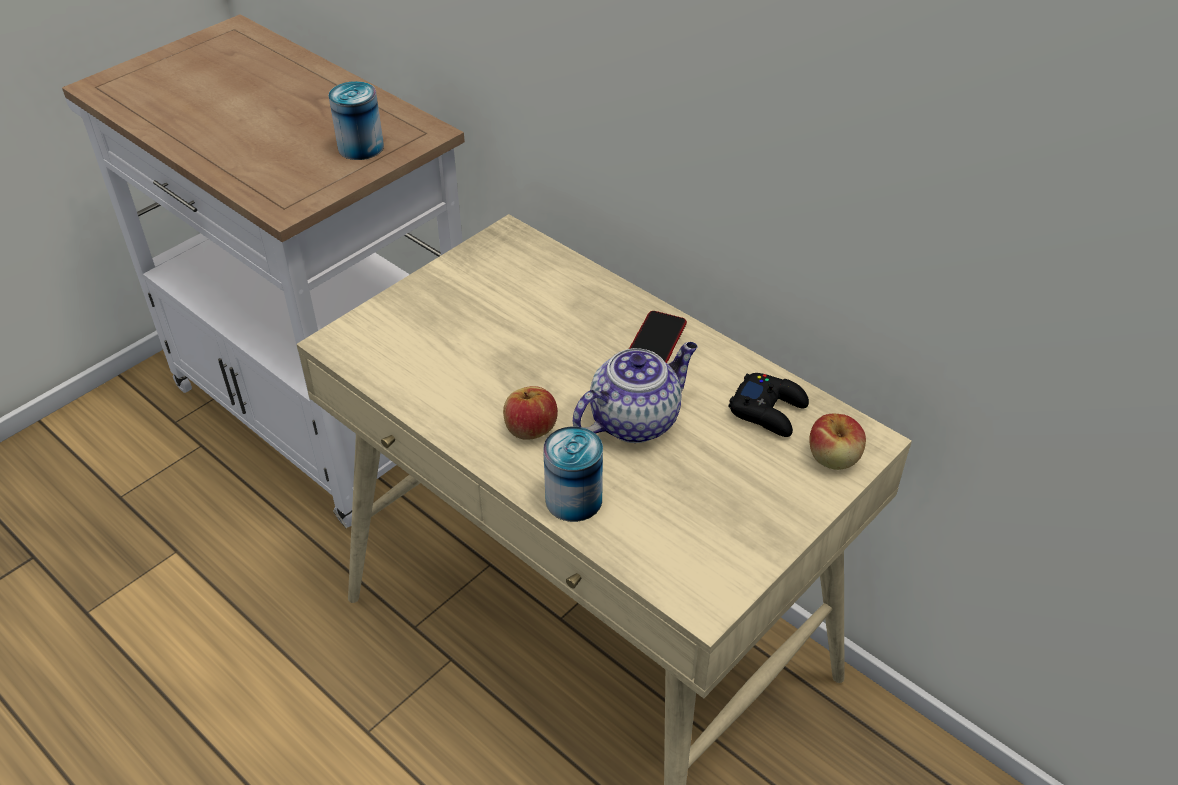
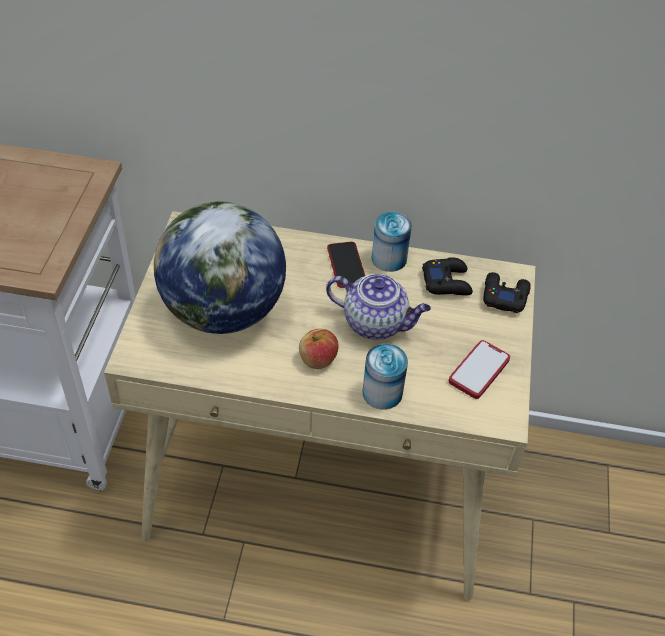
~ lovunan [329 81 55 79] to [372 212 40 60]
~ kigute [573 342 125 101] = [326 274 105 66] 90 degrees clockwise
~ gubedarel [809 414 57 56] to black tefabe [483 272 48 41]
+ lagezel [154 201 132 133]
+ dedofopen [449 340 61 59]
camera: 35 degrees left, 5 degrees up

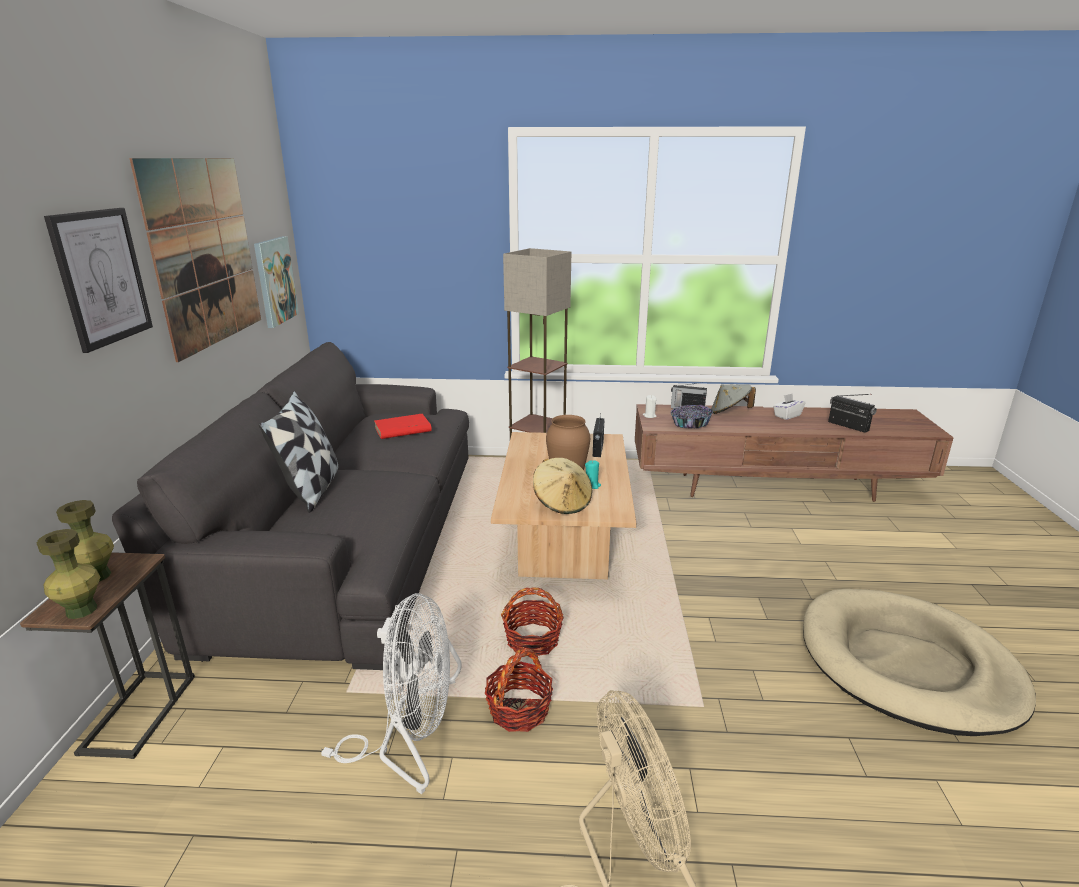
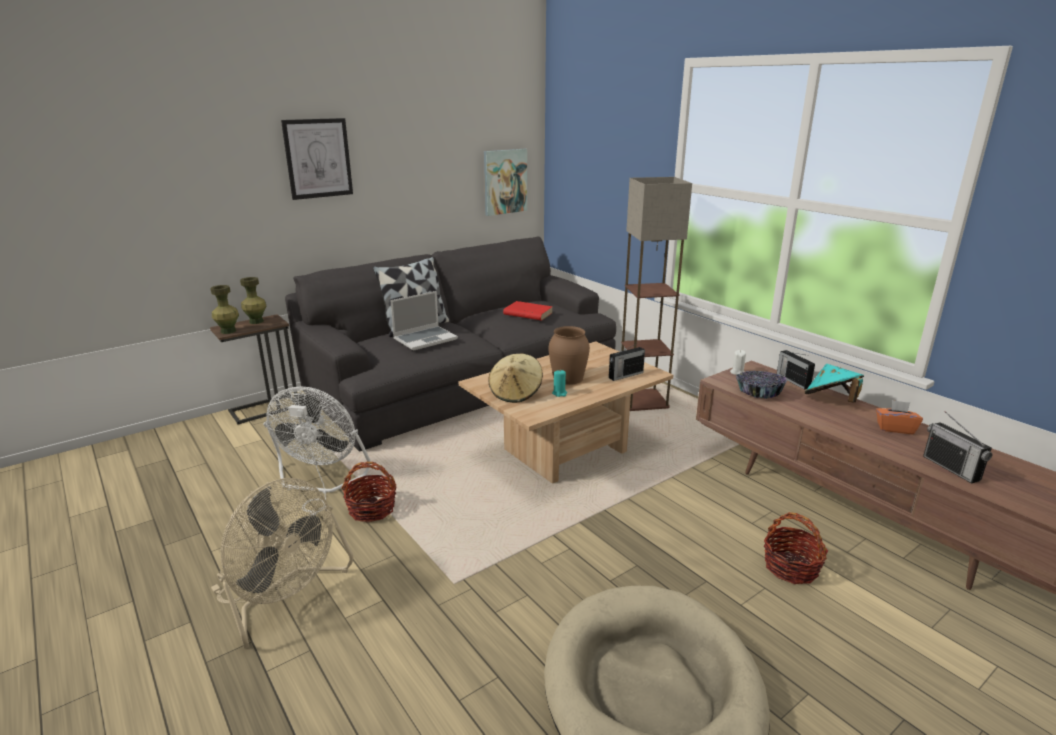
- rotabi [129 158 132 204]
~ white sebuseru [320 593 141 201] = [263 387 108 128] 135 degrees counterclockwise
~ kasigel [501 587 63 69] to [764 512 64 72]
~ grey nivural [711 384 45 30] to turquoise nivural [805 364 59 38]
~ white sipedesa [773 393 32 27] to orange sipedesa [876 400 47 34]
~ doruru [828 394 49 39] = [923 411 69 73] 150 degrees clockwise
+ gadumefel [390 291 68 60]
camera: 50 degrees right, 0 degrees up

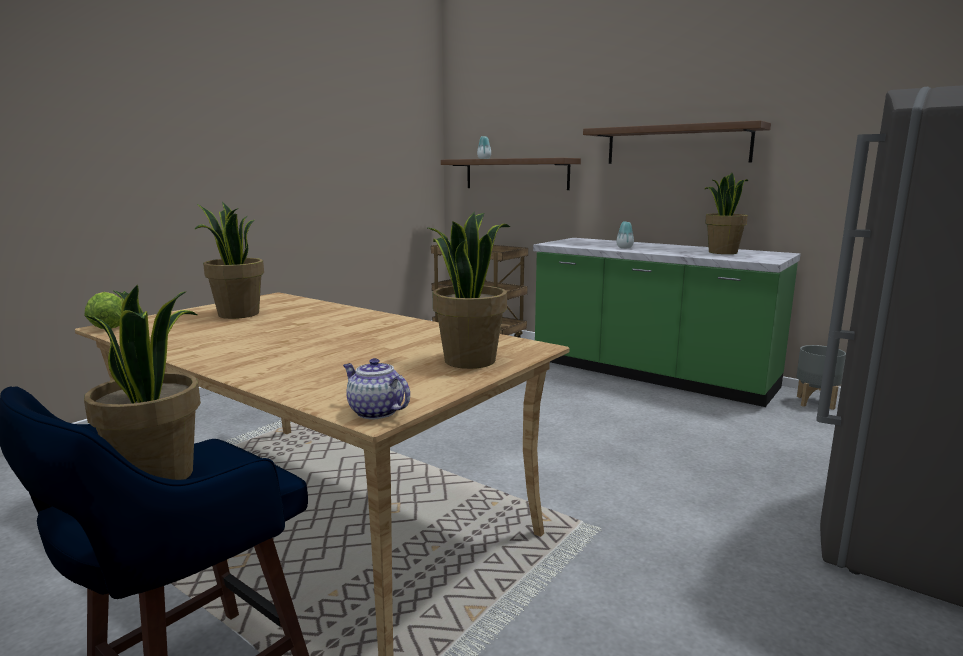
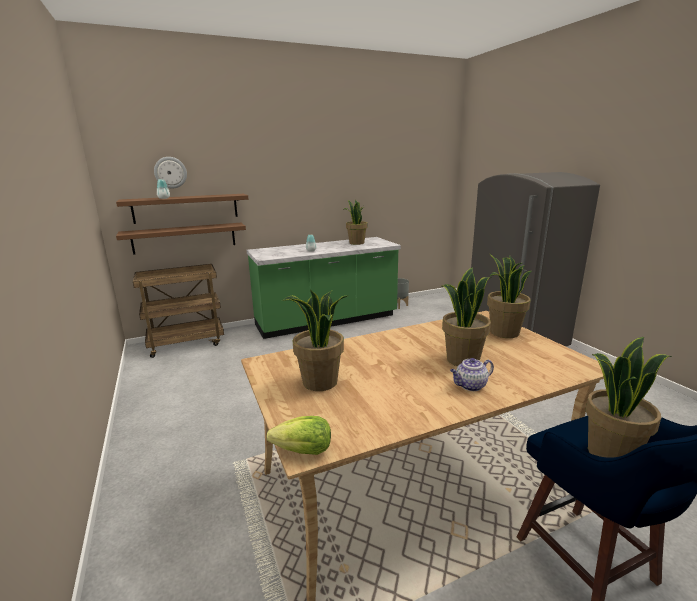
~ kigute [343 358 67 61] to [450 358 44 33]
~ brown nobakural [583 120 188 44] to [116 223 130 32]
+ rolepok [154 157 33 31]
+ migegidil [441 268 50 98]
camera: 60 degrees left, 5 degrees up

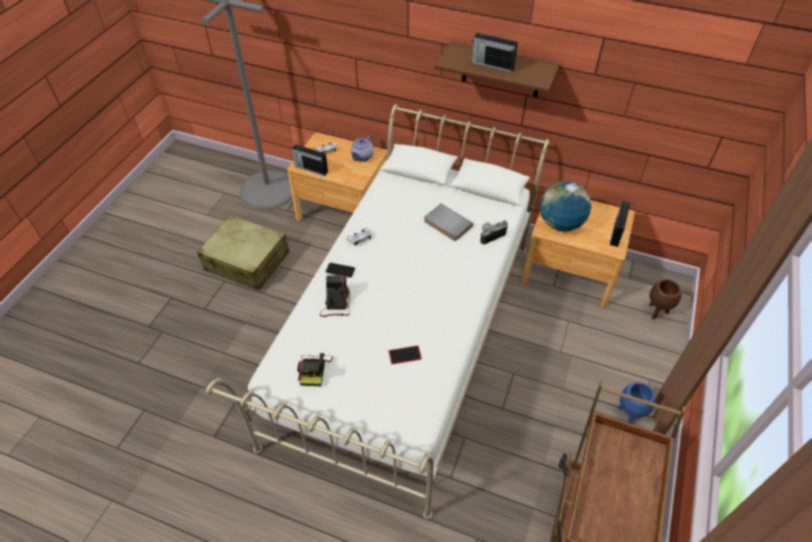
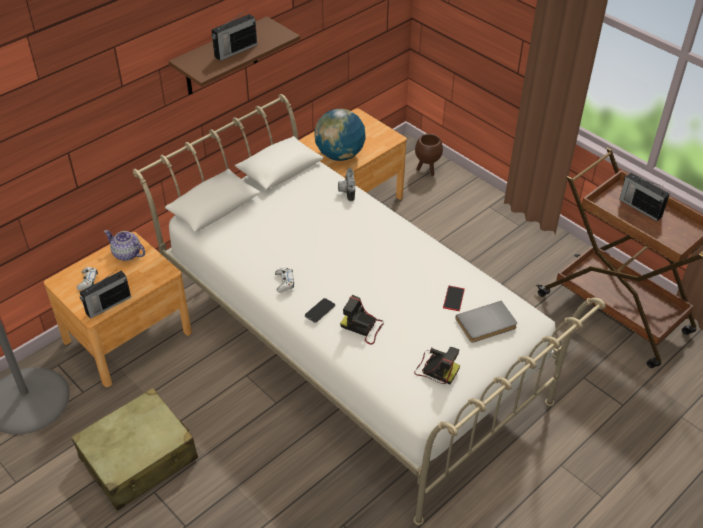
~ kigute [350 135 24 27] = [104 230 41 31] 150 degrees clockwise
~ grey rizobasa [424 204 49 37] to [455 301 62 42]
~ doruru [610 201 20 46] to [619 173 51 48]
- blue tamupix [618 382 38 42]
camera: 65 degrees left, 5 degrees down

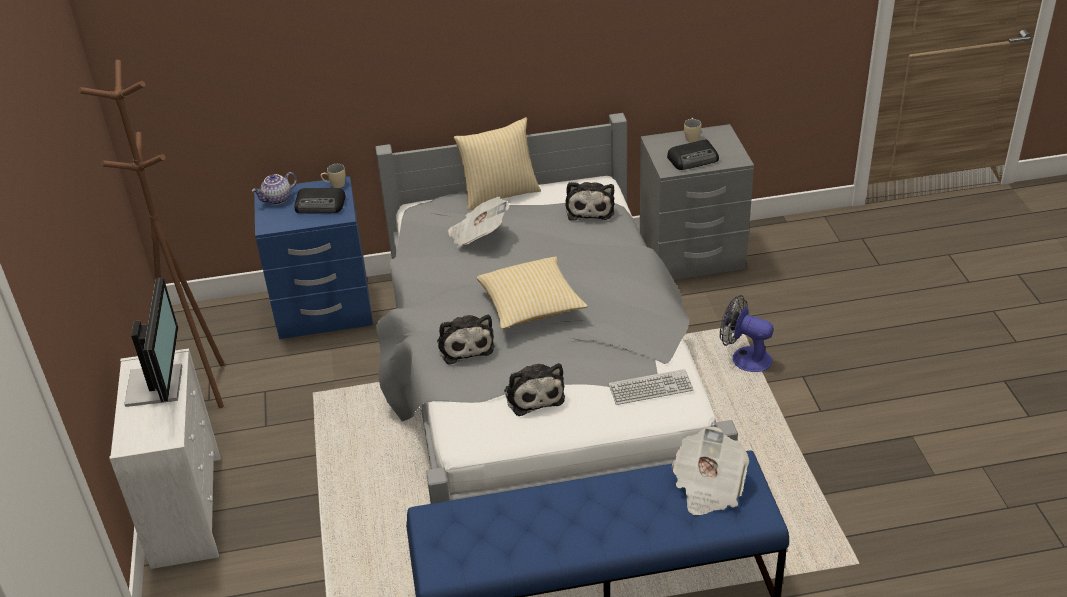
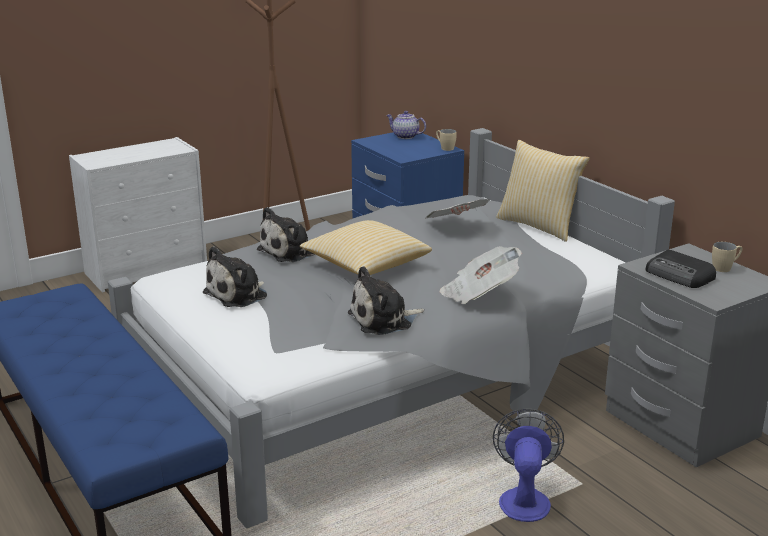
- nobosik [124 277 58 130]
- doruru [294 188 52 25]
~ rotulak [565 182 50 39] to [348 266 76 69]
- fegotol [609 369 85 36]
~ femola [672 427 77 88] to [440 246 82 58]
camera: 65 degrees right, 15 degrees down

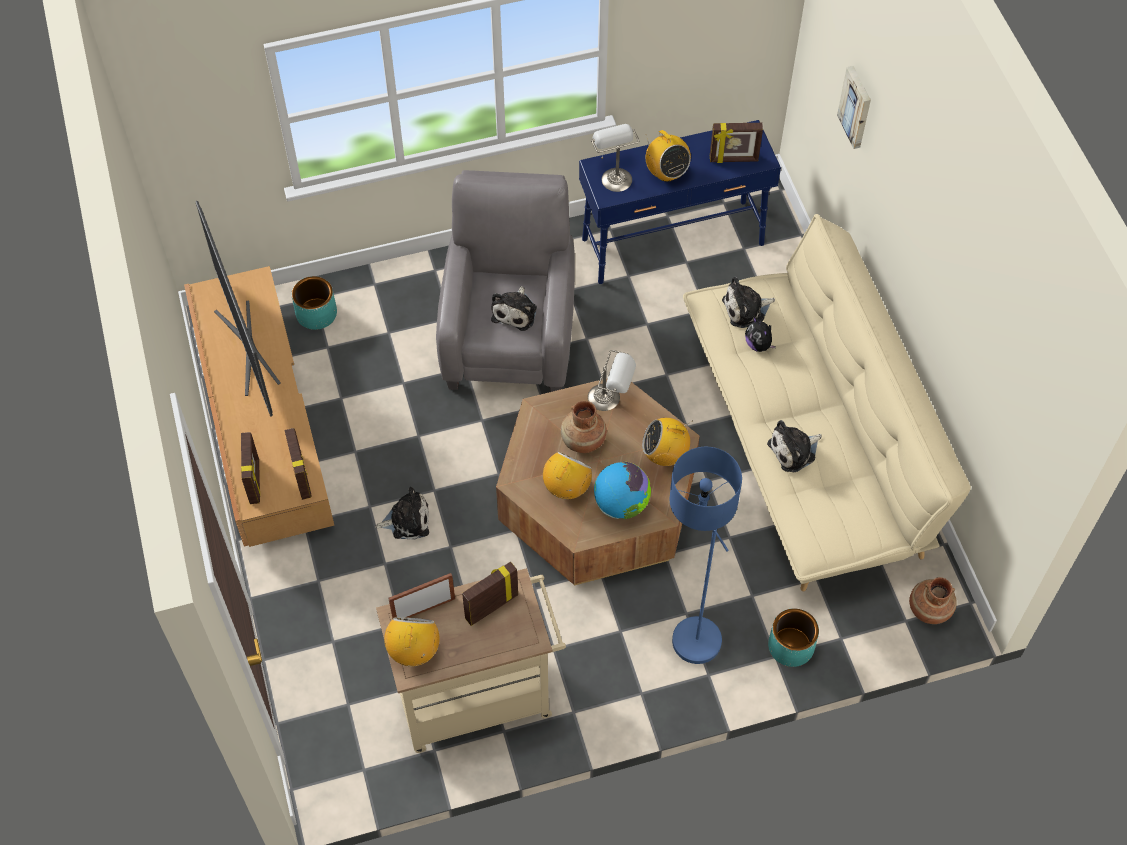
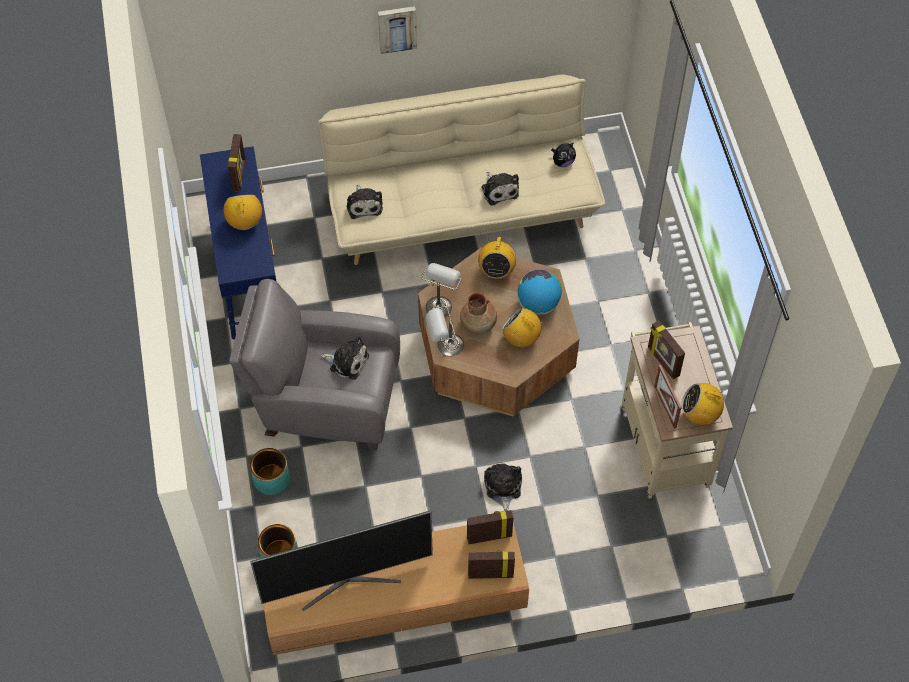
~ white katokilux [591 124 48 68] to [425 306 39 50]
~ doruru [646 130 45 52] = [223 195 39 35] 75 degrees counterclockwise
- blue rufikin [670 447 72 217]
~ rotulak [745 317 31 35] to [551 142 25 25]
~ turquoise tamupix [768 608 51 59] to [250 448 40 47]
~ rotabi [837 66 34 83] to [378 6 39 48]
- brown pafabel [909 577 48 47]
camera: 85 degrees left, 0 degrees up

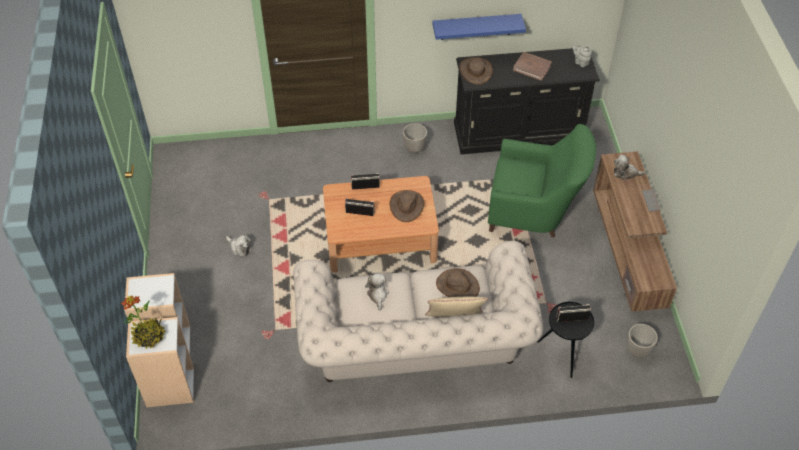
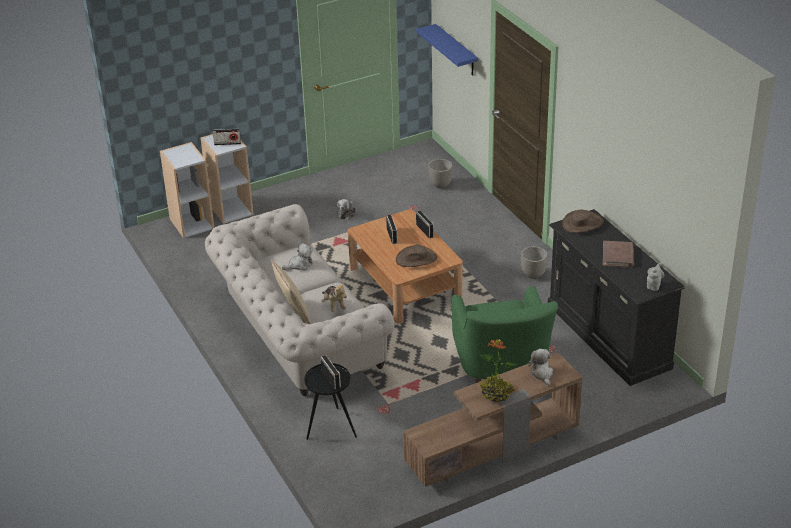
~ migegidil [121 296 44 53] to [479 339 38 63]
~ blue nobakural [432 14 94 26] to [416 24 62 52]
~ brown nivural [436 268 44 29] to rotulak [322 283 25 29]
~ tamupix [626 324 32 34] to [428 159 25 29]
+ doruru [213 129 28 16]
camera: 70 degrees right, 15 degrees down

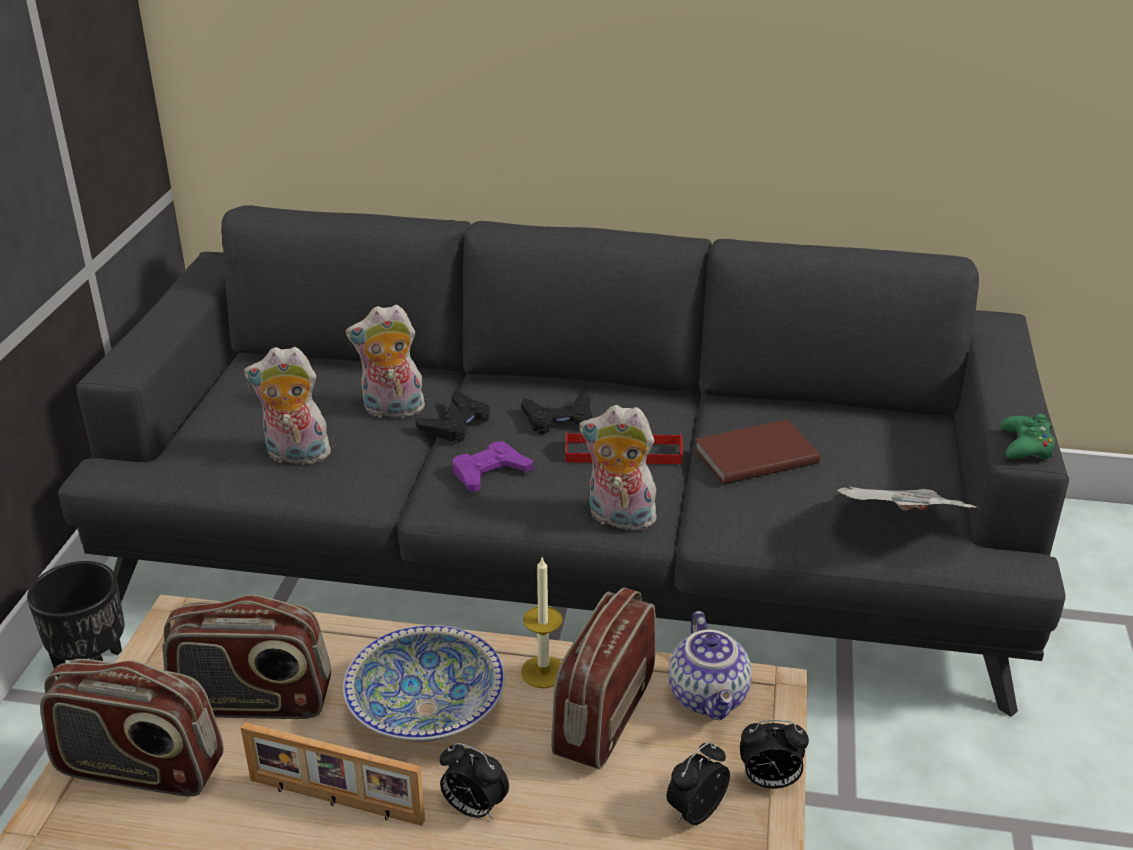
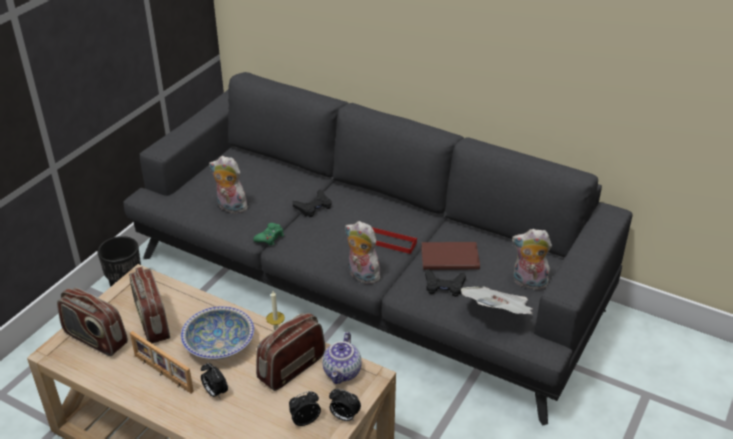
~ doruru [162 595 169 124] = [129 267 41 76] 45 degrees clockwise
~ rotulak [346 305 80 113] to [512 229 40 61]
- purple tefabe [453 441 80 51]
~ black tefabe [521 392 71 43] to [425 269 41 28]
~ green tefabe [1001 414 54 45] to [253 223 31 22]
camera: 20 degrees right, 5 degrees up

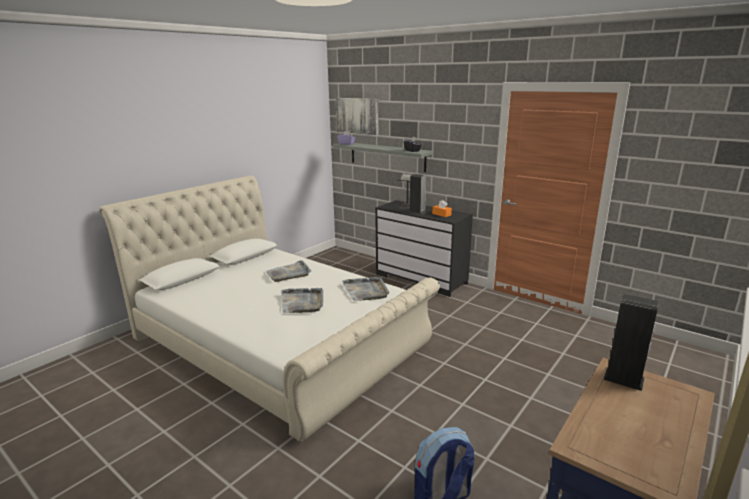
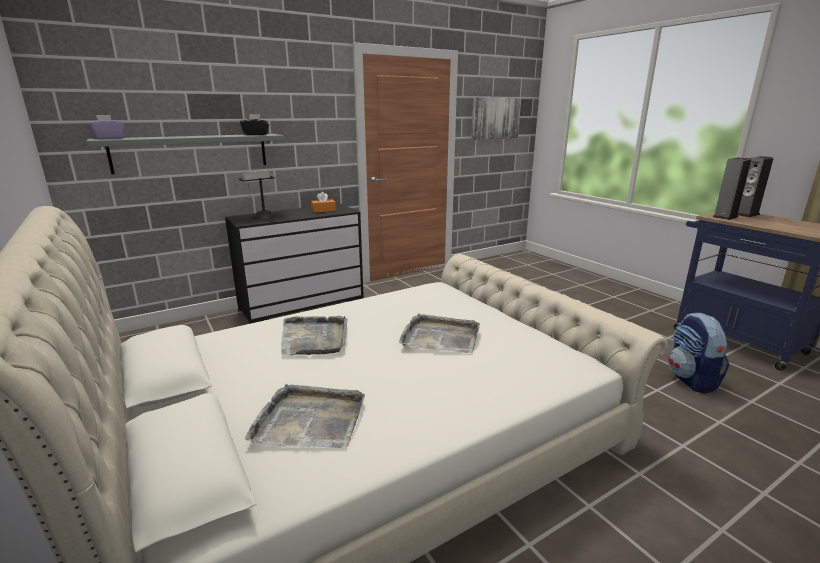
~ rotabi [336 98 42 37] to [472 98 49 42]
~ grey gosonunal [342 277 47 24] to [245 384 120 64]
~ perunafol [409 174 17 40] to [737 156 36 61]
camera: 70 degrees left, 0 degrees up

